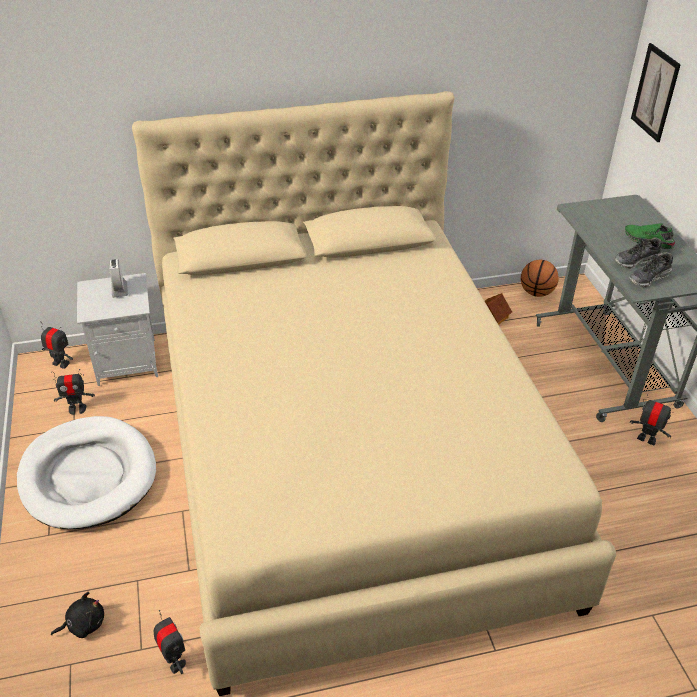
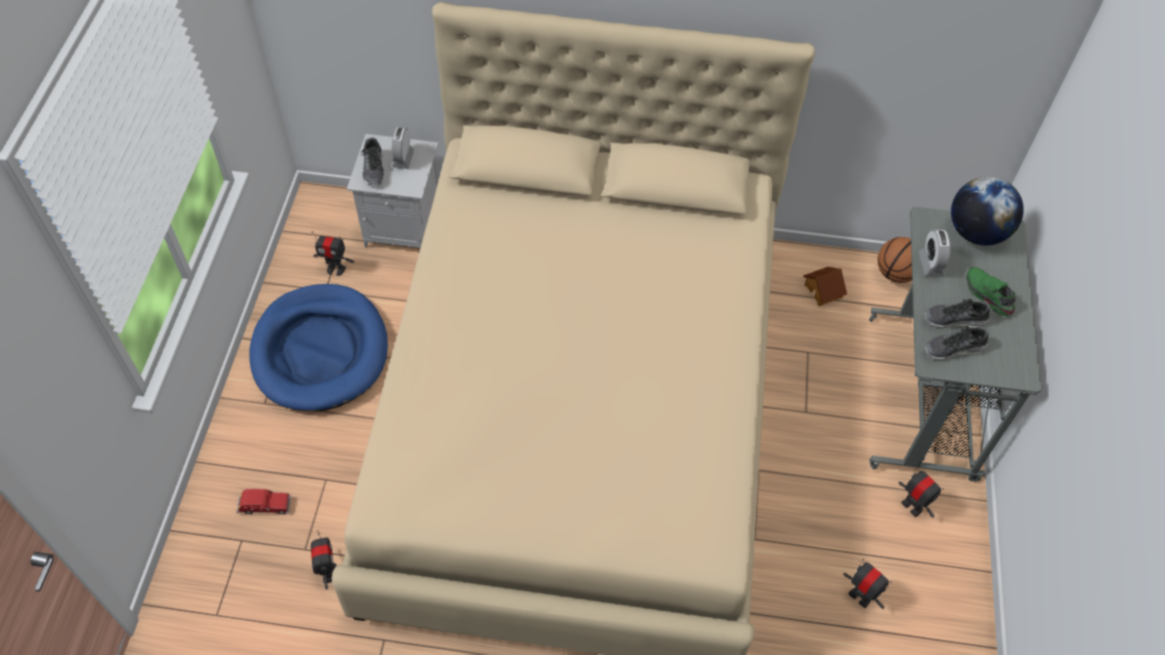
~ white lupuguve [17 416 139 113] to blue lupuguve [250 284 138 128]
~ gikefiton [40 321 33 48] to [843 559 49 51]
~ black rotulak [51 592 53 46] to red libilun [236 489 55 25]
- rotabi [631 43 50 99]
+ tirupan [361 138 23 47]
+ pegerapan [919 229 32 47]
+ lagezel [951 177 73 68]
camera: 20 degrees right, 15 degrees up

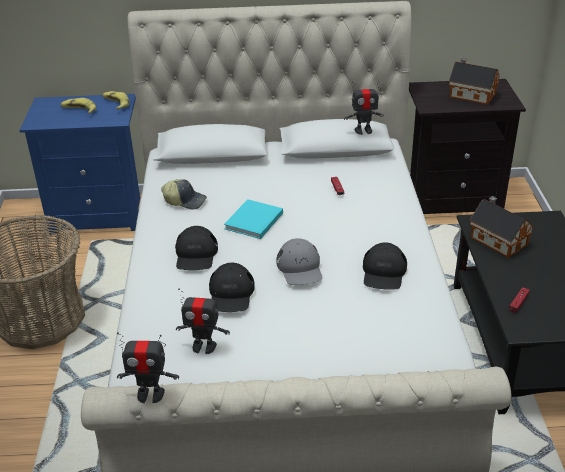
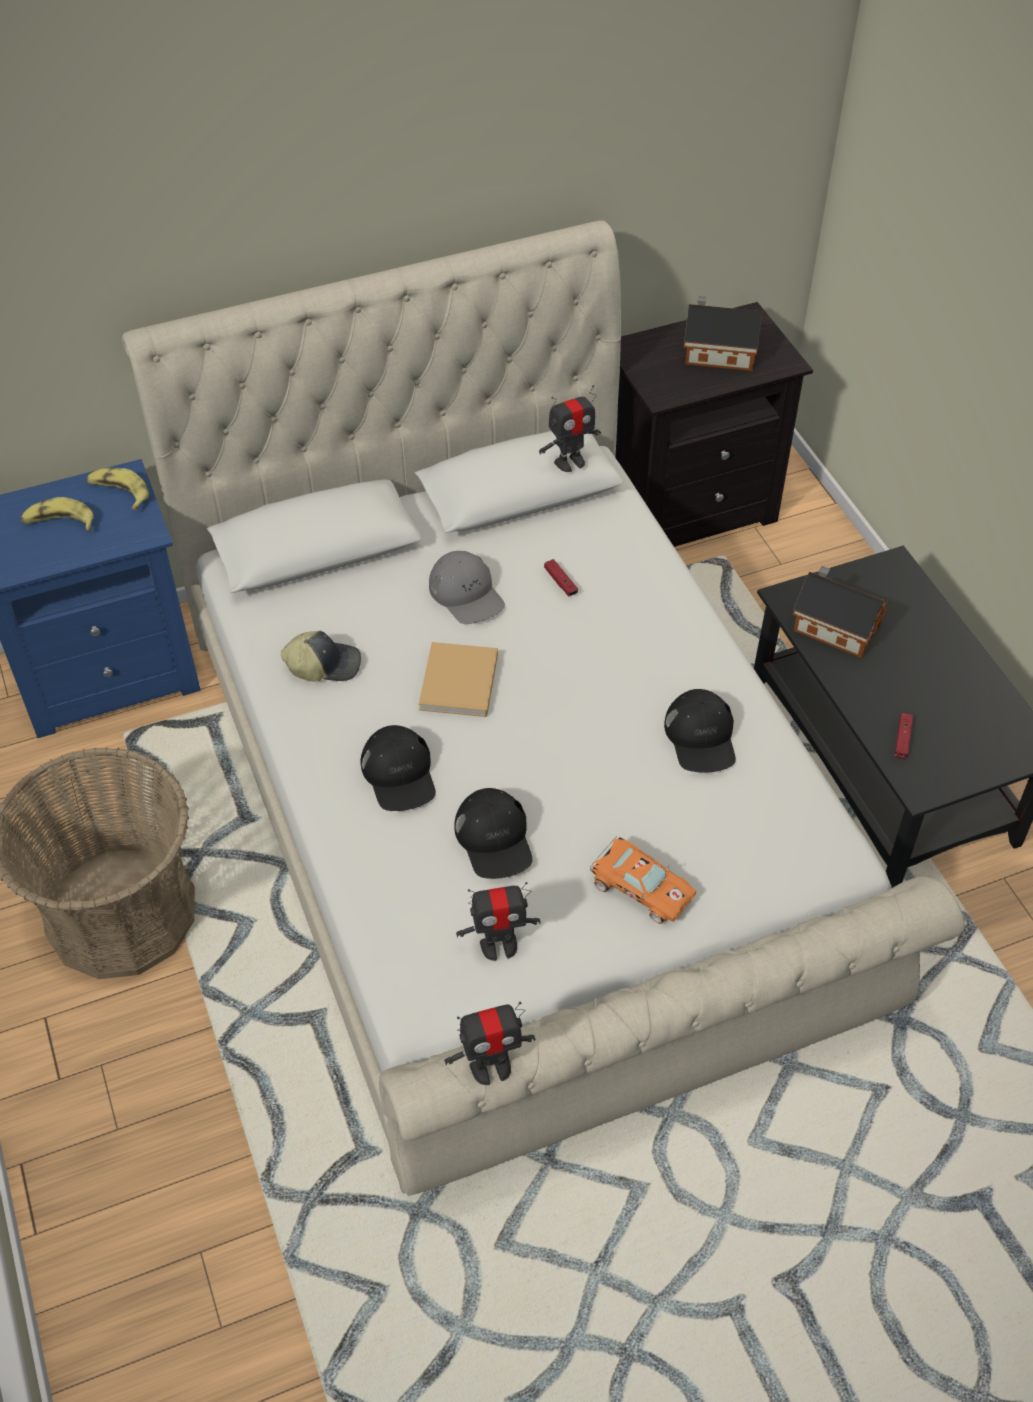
~ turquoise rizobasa [224 199 59 40] to beige rizobasa [419 642 79 75]
~ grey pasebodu [276 238 47 47] to [429 551 76 73]
+ orange libilun [590 836 106 88]
camera: 20 degrees left, 15 degrees up

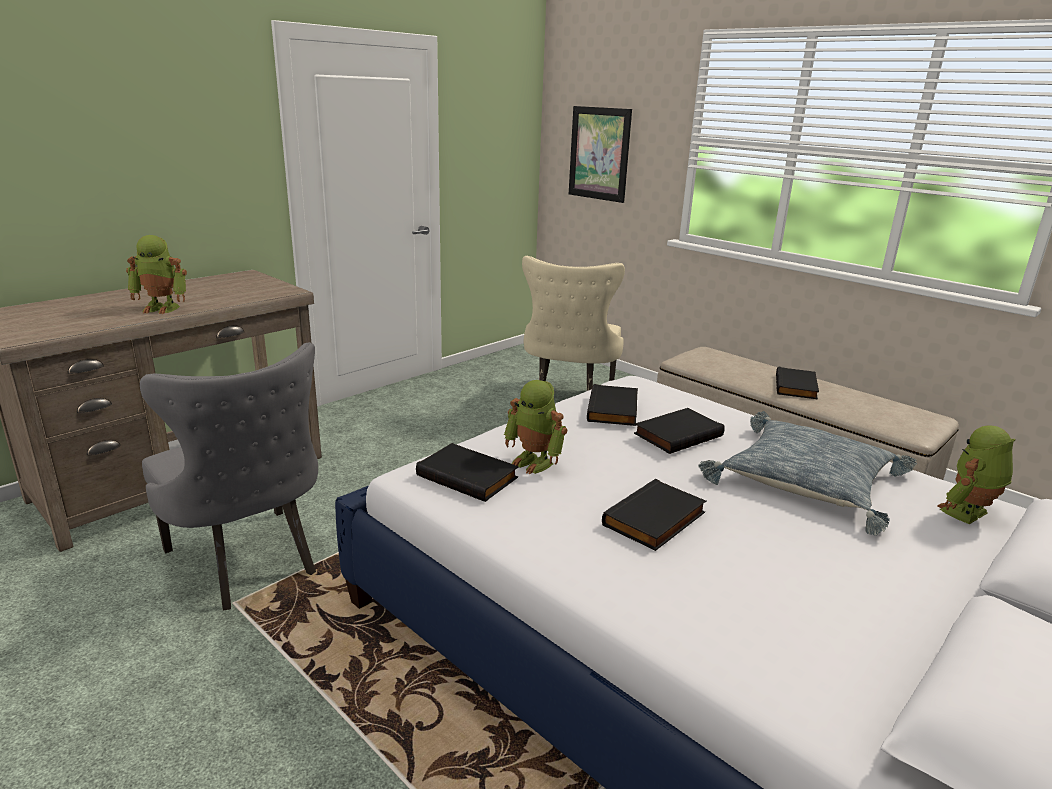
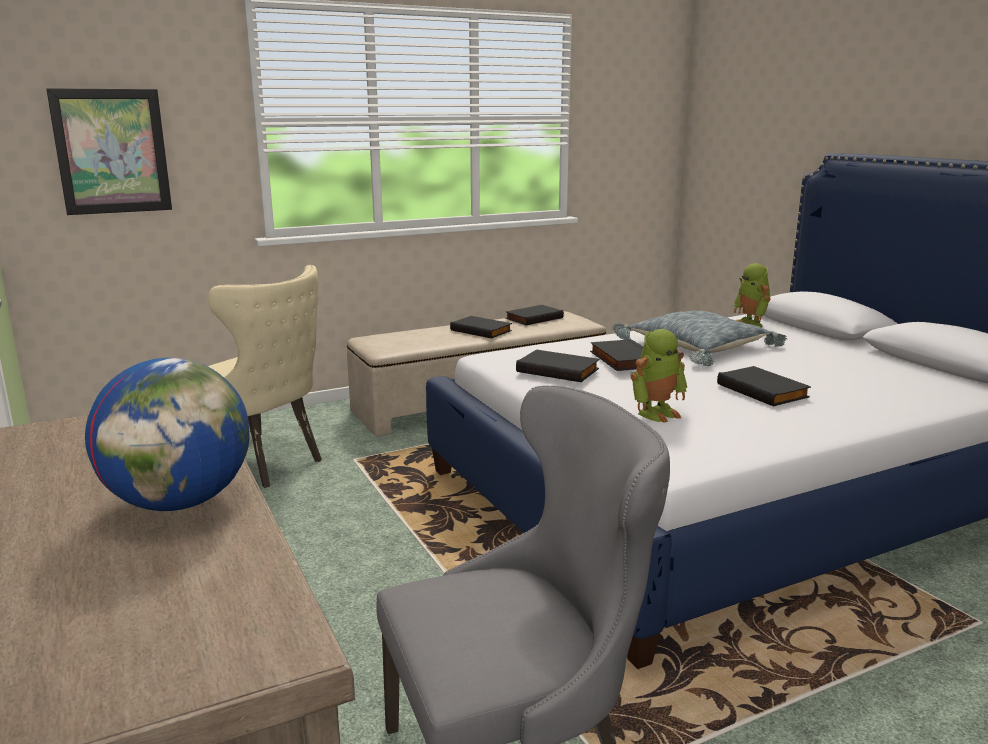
~ gikefiton [126 235 61 79] to lagezel [85 358 165 153]
~ black rizobasa [416 443 103 59] to [505 305 59 20]
camera: 70 degrees left, 5 degrees down

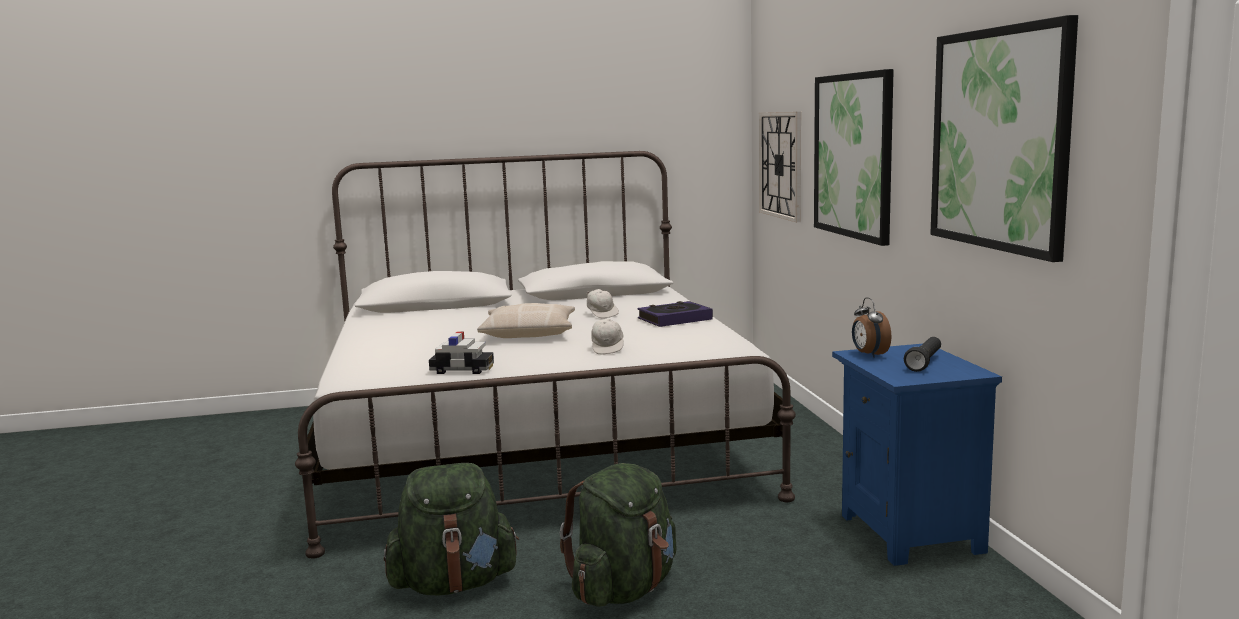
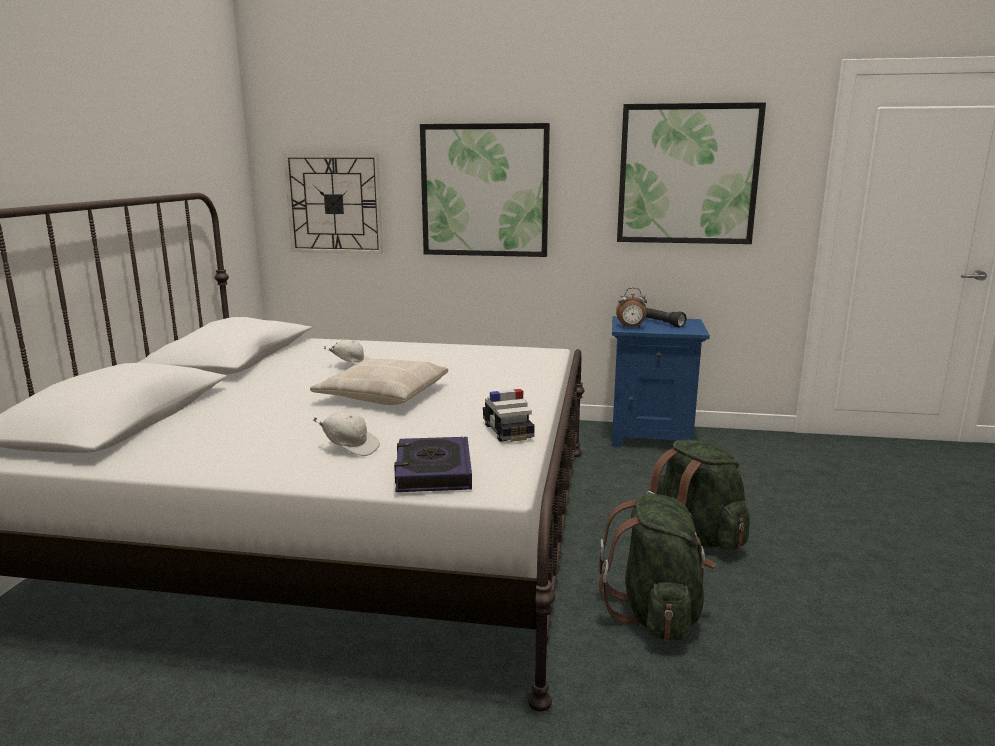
~ libilun [429 331 65 43] = [483 389 52 53] 135 degrees clockwise
~ white pasebodu [591 319 33 36] to [313 412 67 44]
~ rizobasa [637 301 76 26] to [394 437 78 55]
camera: 70 degrees left, 5 degrees up

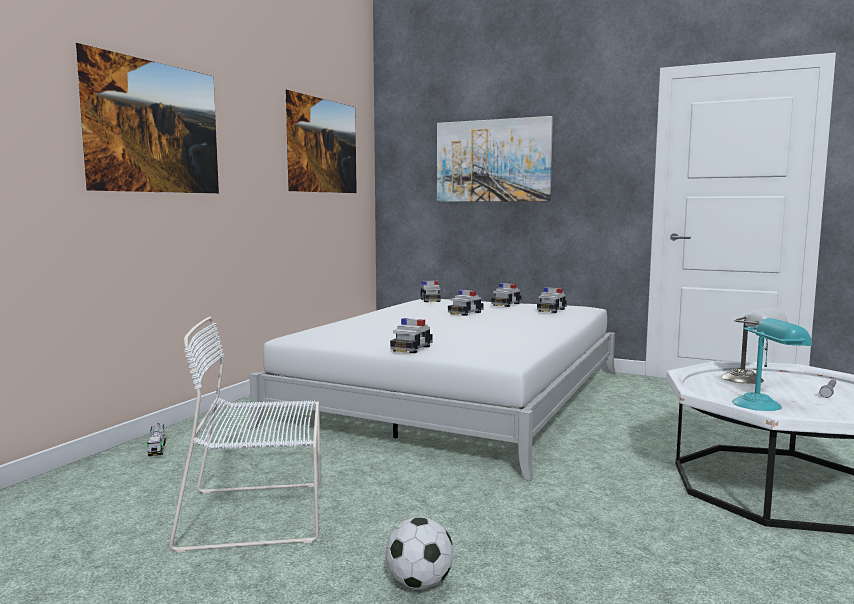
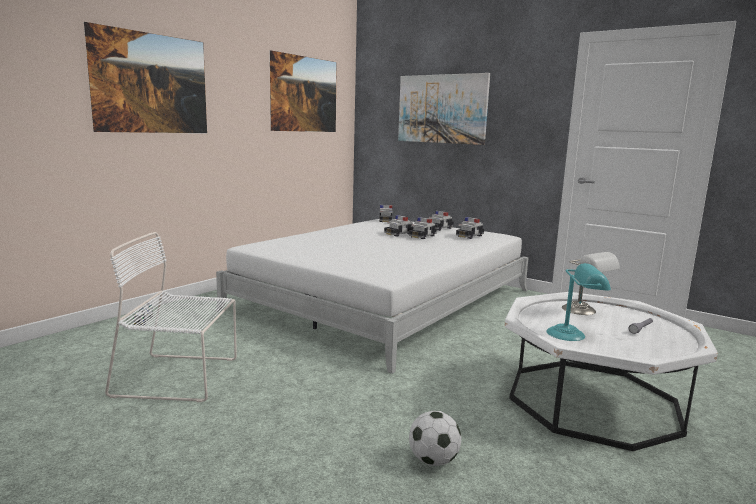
~ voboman [386 517 68 73] to [409 411 52 55]
~ libilun [390 318 42 35] to [409 217 28 22]
camera: 10 degrees right, 5 degrees up

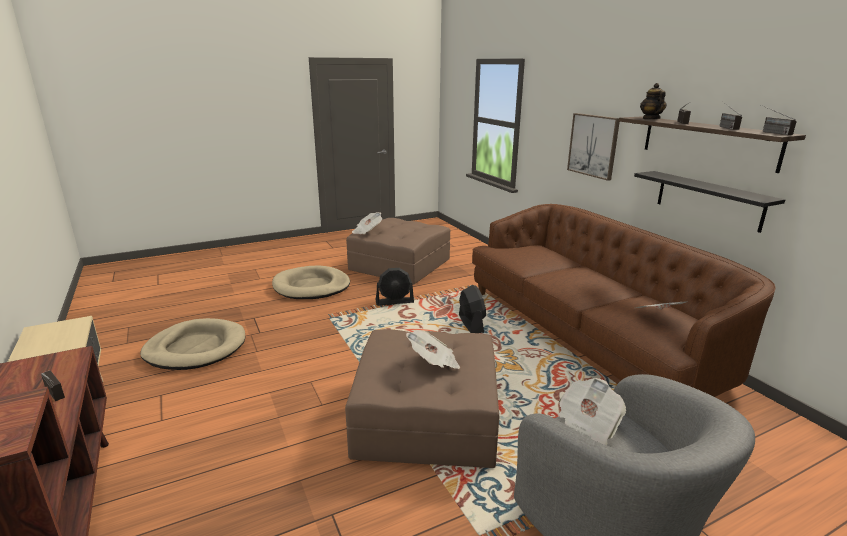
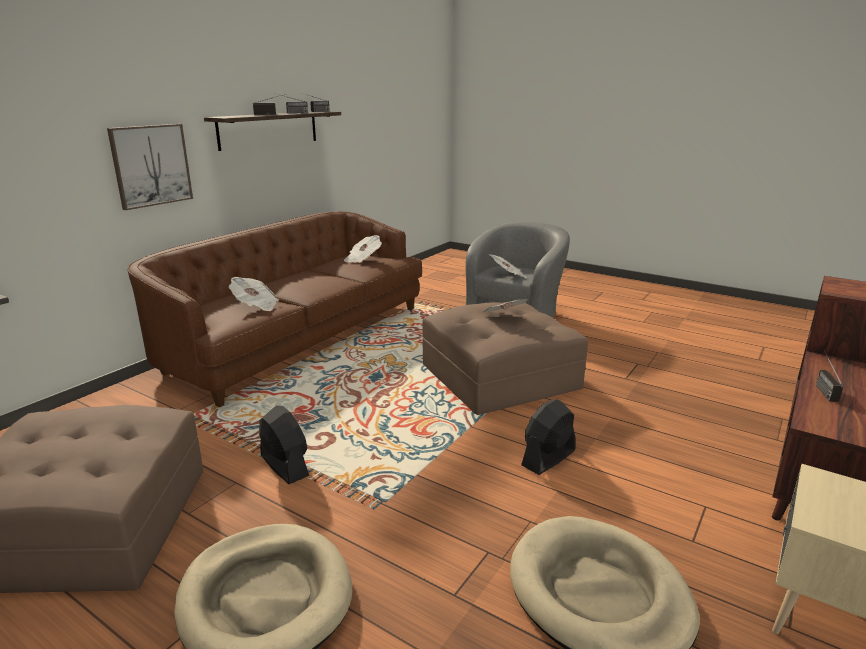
~ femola [352 212 30 22] to [229 277 50 34]
~ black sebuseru [459 285 27 48] to [521 399 55 76]
- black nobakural [634 171 151 62]
- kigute [640 83 27 36]
camera: 120 degrees left, 0 degrees up

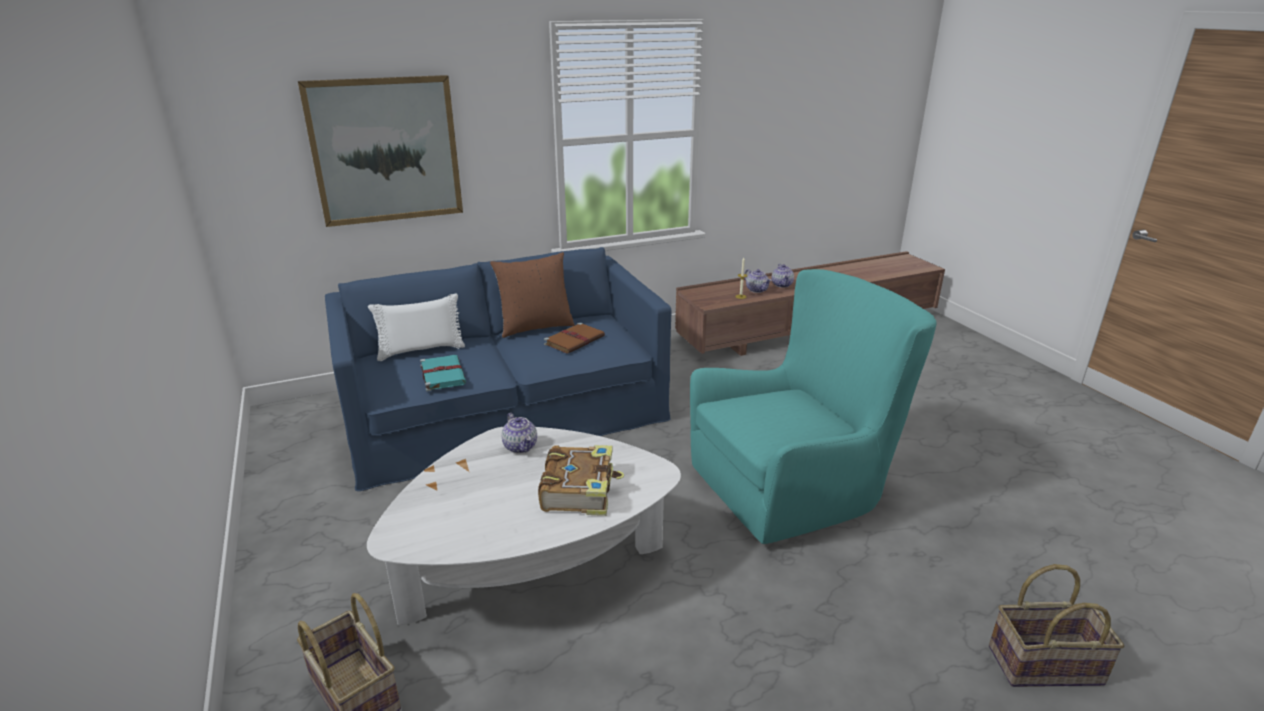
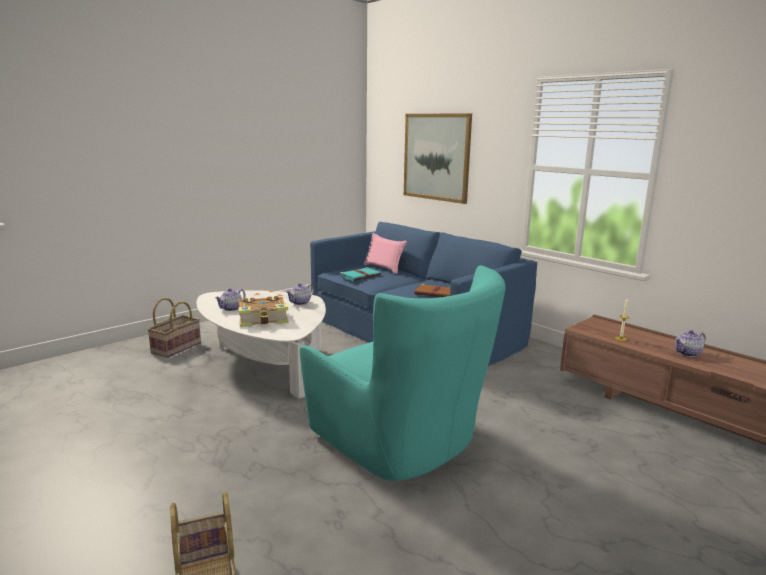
~ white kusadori [368 294 97 67] to pink kusadori [364 233 43 41]
- brown kusadori [490 252 85 86]
~ kigute [745 269 26 24] to [215 288 31 23]
camera: 70 degrees right, 10 degrees down

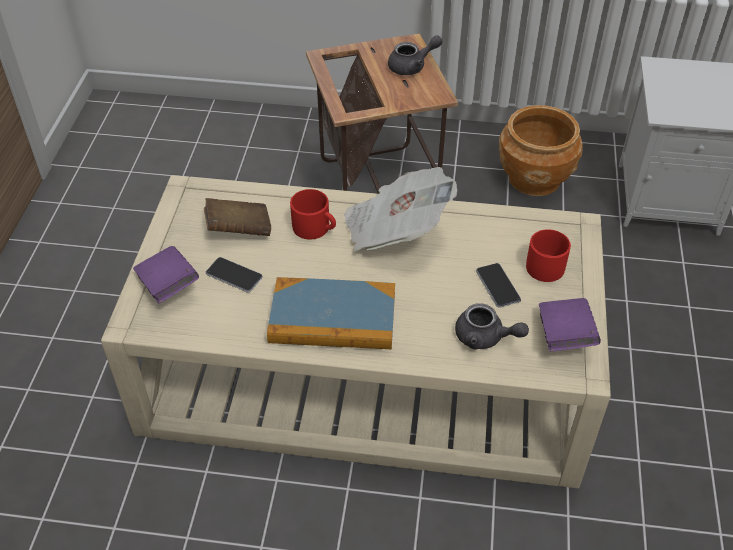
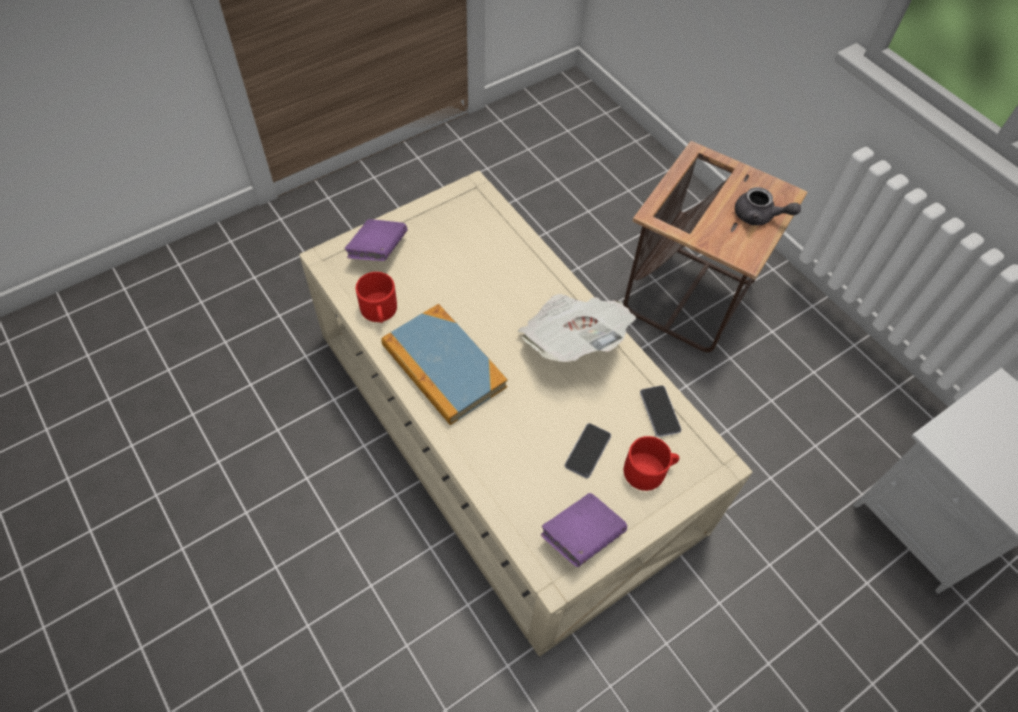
- brown rizobasa [204 198 67 38]
~ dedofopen [206 257 57 36] to [640 385 42 52]
~ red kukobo [290 189 46 51] to [356 272 41 51]
- grey kigute [455 303 74 47]
- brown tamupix [499 105 84 91]
camera: 45 degrees right, 10 degrees up

